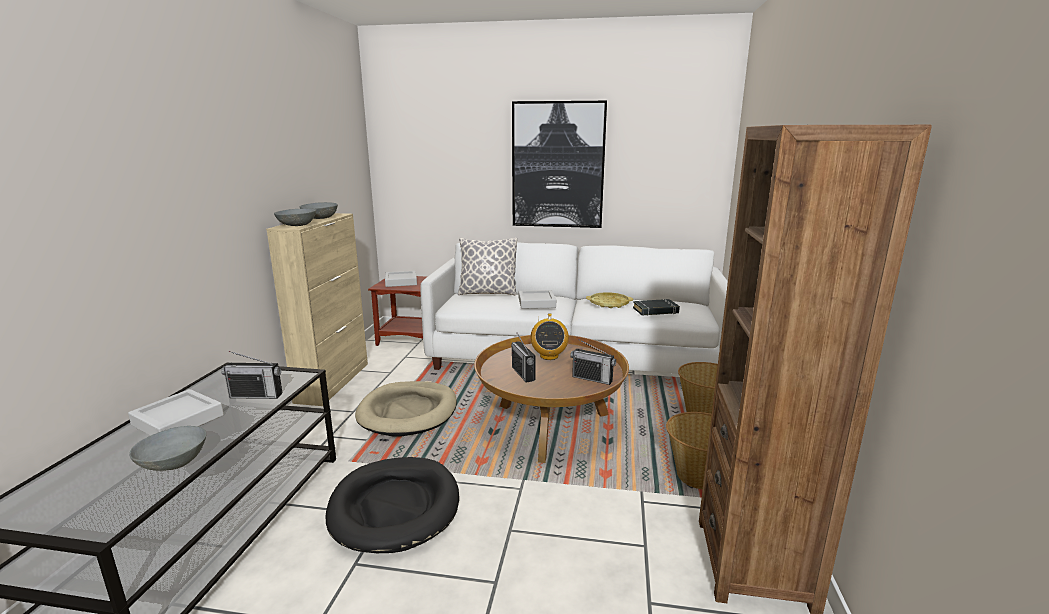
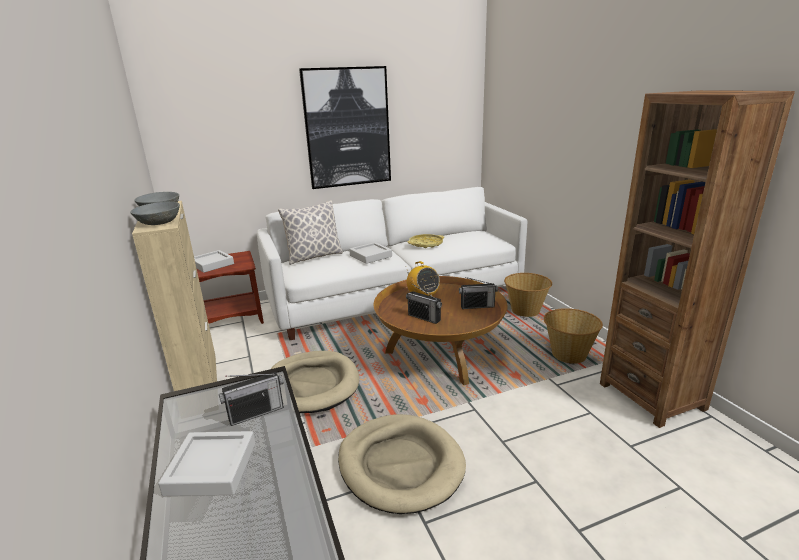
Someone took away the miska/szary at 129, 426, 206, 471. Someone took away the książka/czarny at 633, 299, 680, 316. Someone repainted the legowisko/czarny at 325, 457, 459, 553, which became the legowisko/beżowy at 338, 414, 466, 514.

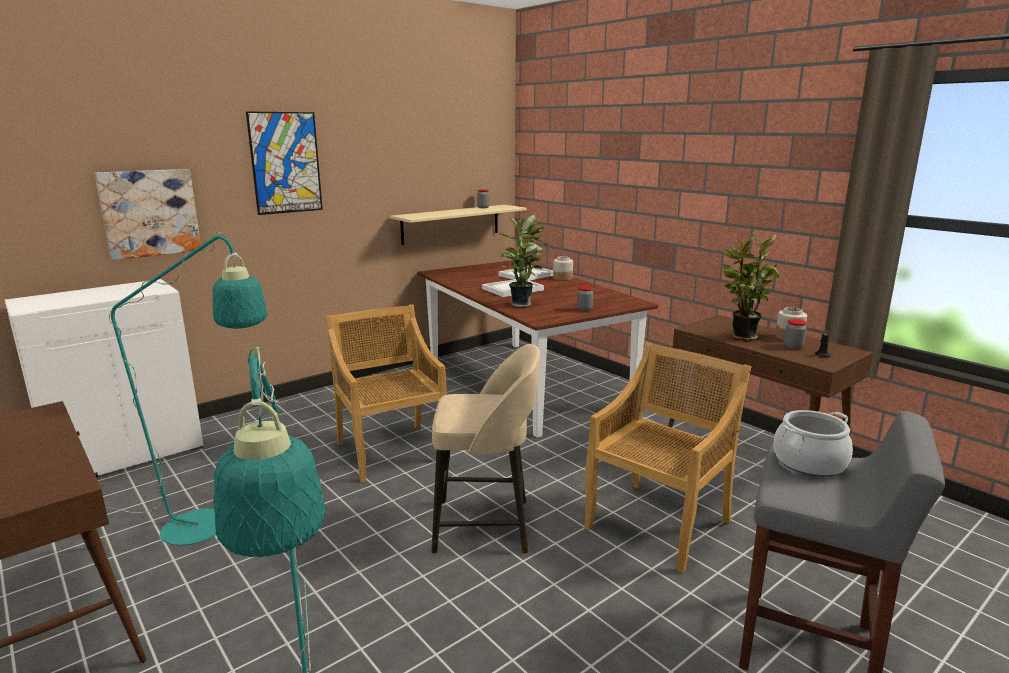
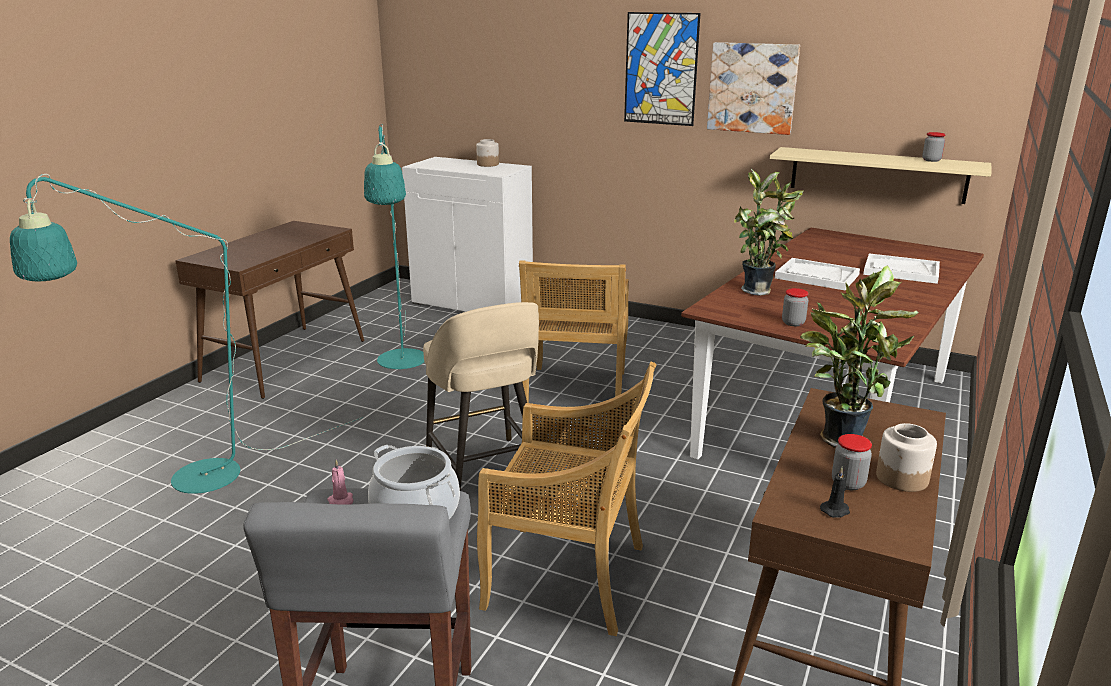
Someone put down the świeca/różowy at 327, 460, 353, 505. Someone carried the obraz from 95, 169, 201, 260 to 707, 42, 800, 135. Someone carried the słoik from 553, 256, 573, 281 to 476, 139, 499, 167. Someone rotated the krzesło/beżowy at 325, 304, 447, 483 by 150 degrees clockwise.

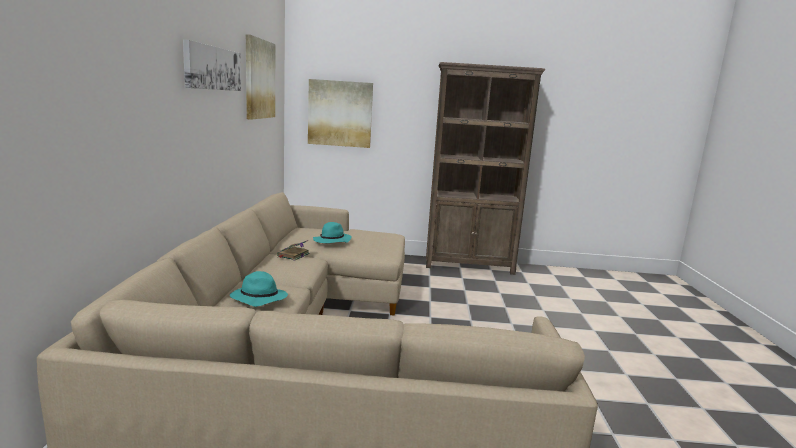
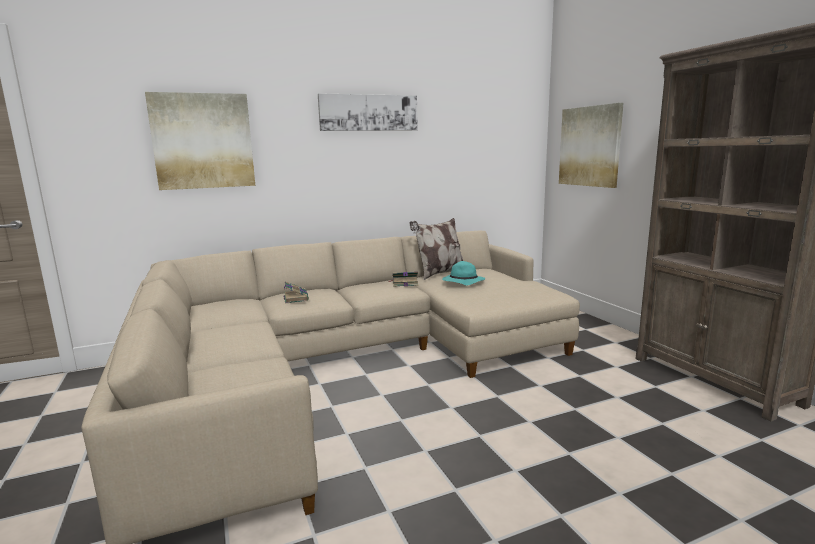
Someone put down the poduszka at 409, 218, 463, 280. Someone carried the obraz from 246, 34, 275, 120 to 145, 92, 255, 190. Someone swapped the kapelusz/turkusowy at 230, 271, 288, 307 for the książka at 283, 282, 309, 304.

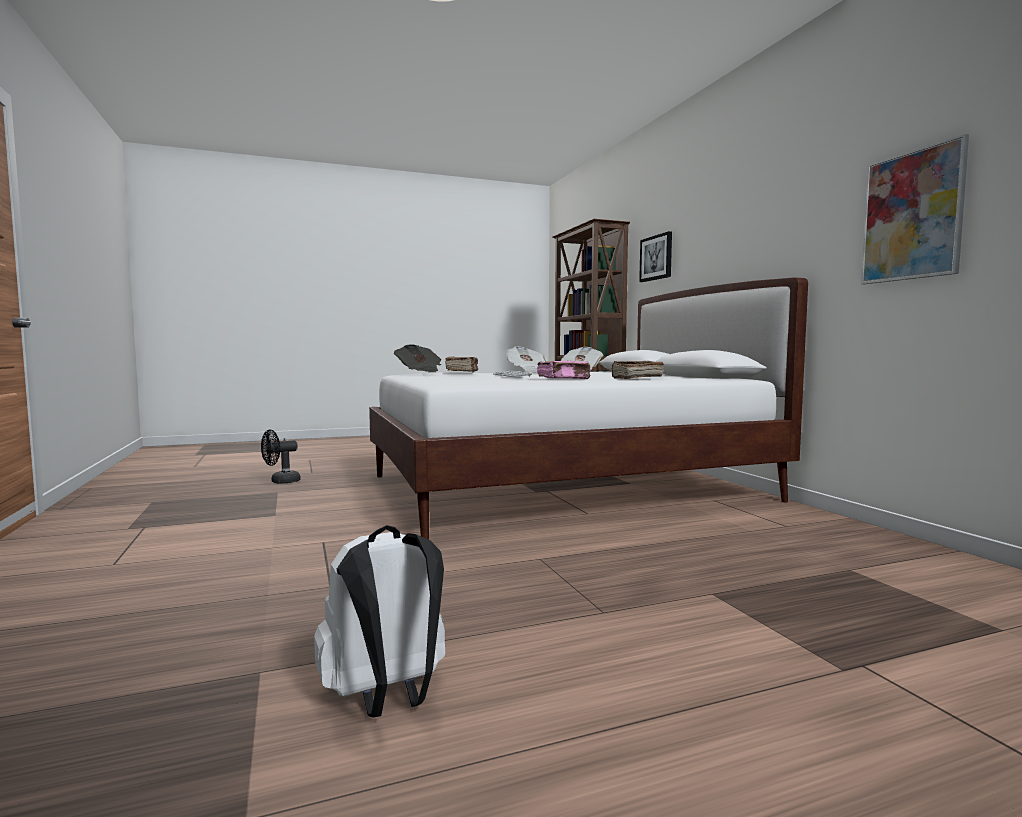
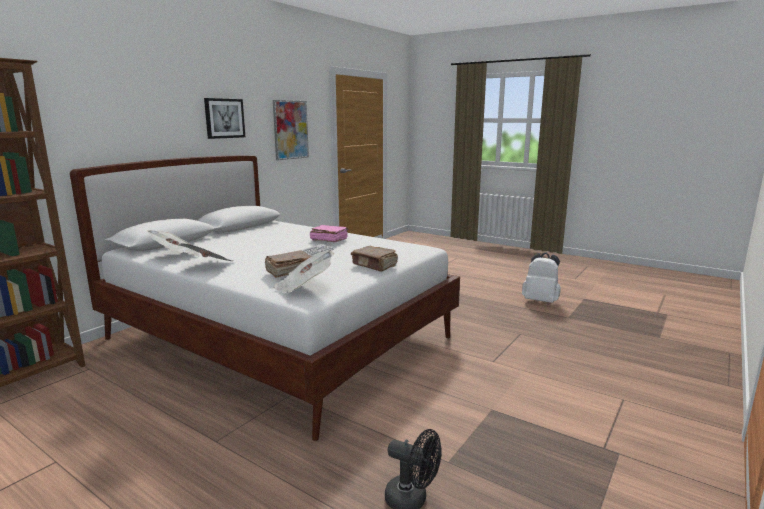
Someone carried the książka/brązowy from 611, 361, 664, 379 to 351, 246, 398, 271. Someone carried the obraz from 639, 231, 672, 282 to 204, 98, 245, 139.

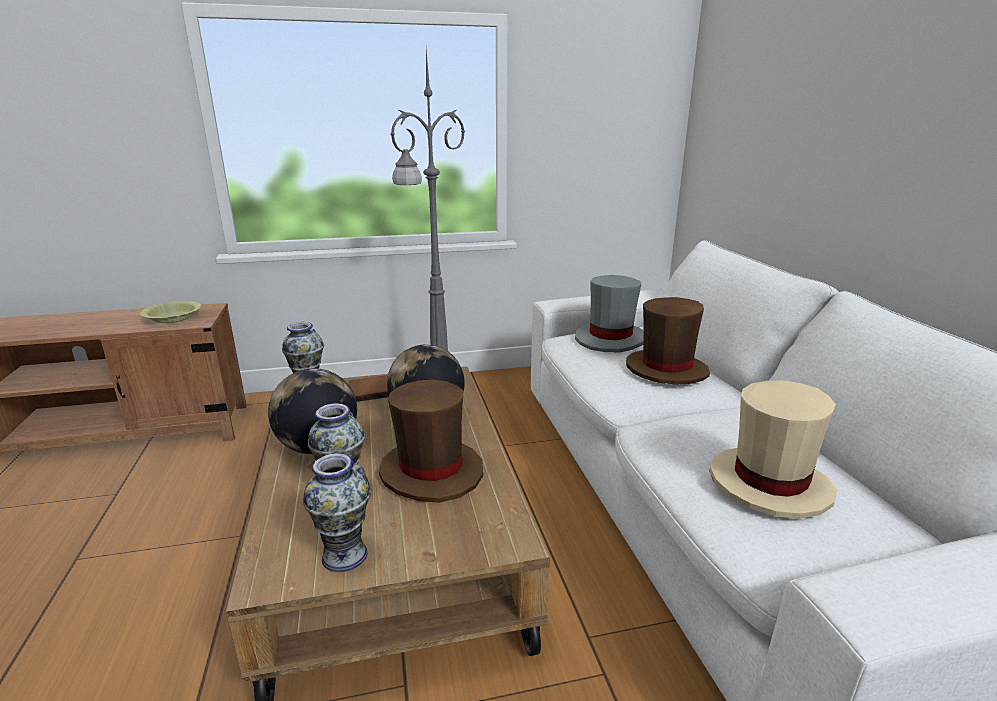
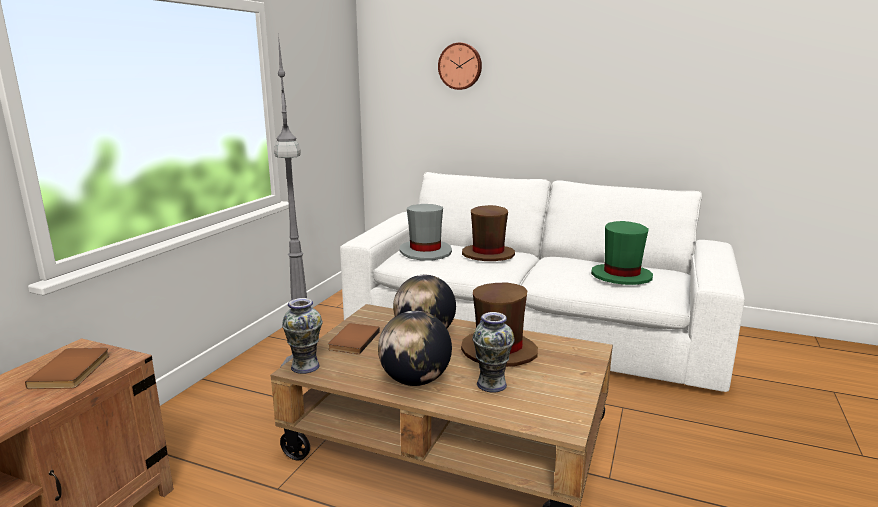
Someone took away the wazon at 303, 453, 371, 572. Someone put up the zegar ścienny at 438, 42, 482, 90. Someone swapped the miska/żółty at 140, 301, 201, 323 for the książka/brązowy at 25, 348, 110, 389. Someone repainted the kapelusz/beżowy at 709, 380, 837, 519, which became the kapelusz/zielony at 591, 221, 653, 285.

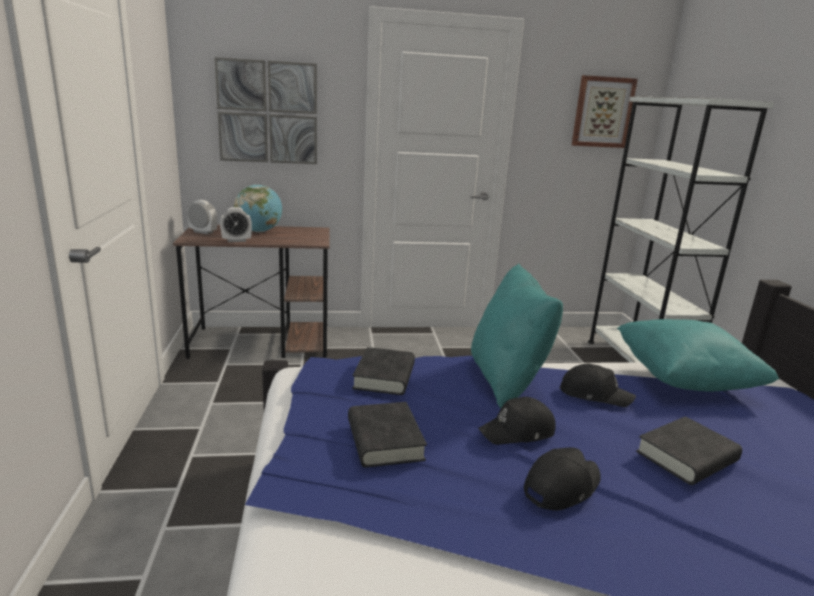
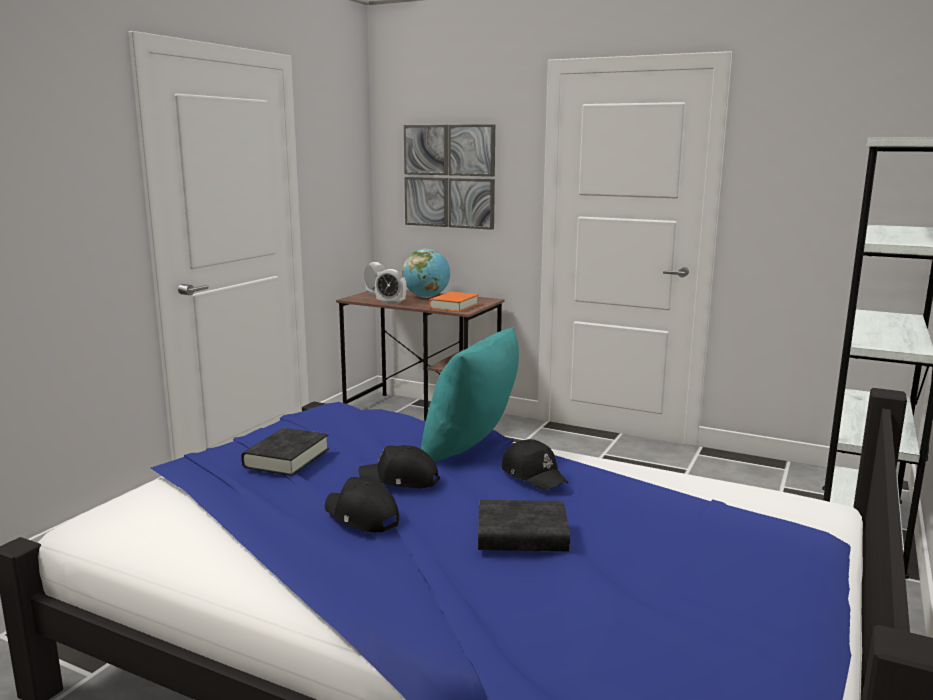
Someone took away the książka/czarny at 352, 347, 415, 395. Someone took away the obraz at 572, 75, 638, 148. Someone took away the poduszka/turkusowy at 617, 319, 779, 392. Someone put down the książka/pomarańczowy at 429, 292, 479, 312. Someone rotated the czapka z daszkiem/czarny at 524, 447, 601, 510 by 135 degrees counterclockwise.

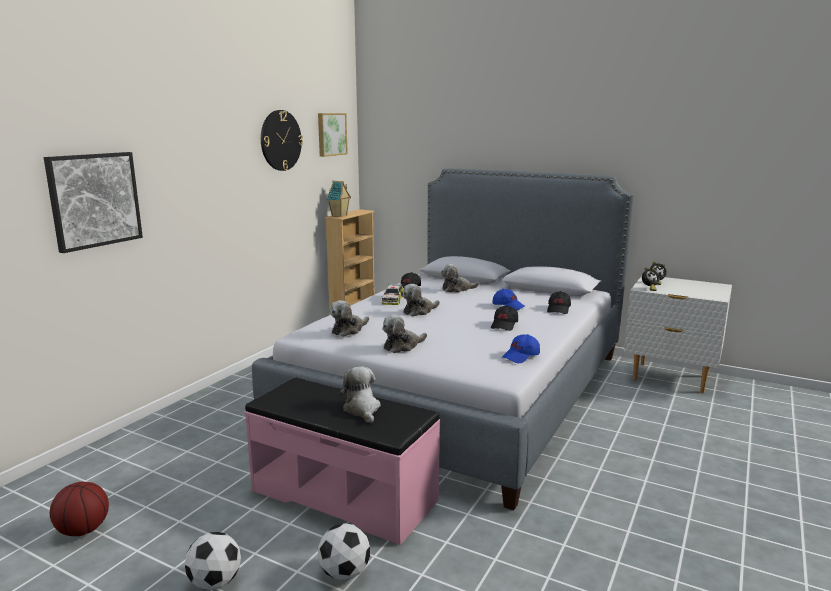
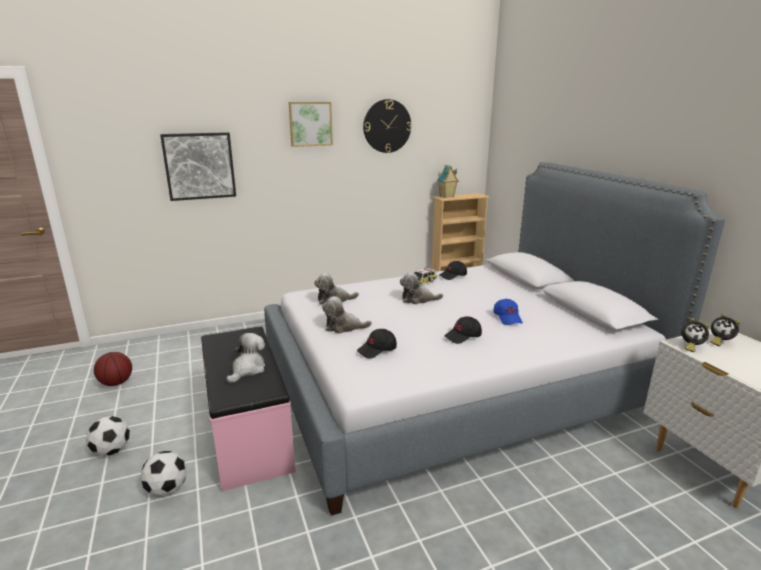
Someone took away the pluszak at 441, 264, 479, 292. Someone took away the czapka z daszkiem/niebieski at 502, 334, 540, 363. Someone carried the obraz from 318, 113, 348, 157 to 289, 102, 333, 147. Someone carried the czapka z daszkiem/czarny from 547, 291, 571, 314 to 357, 329, 397, 358.

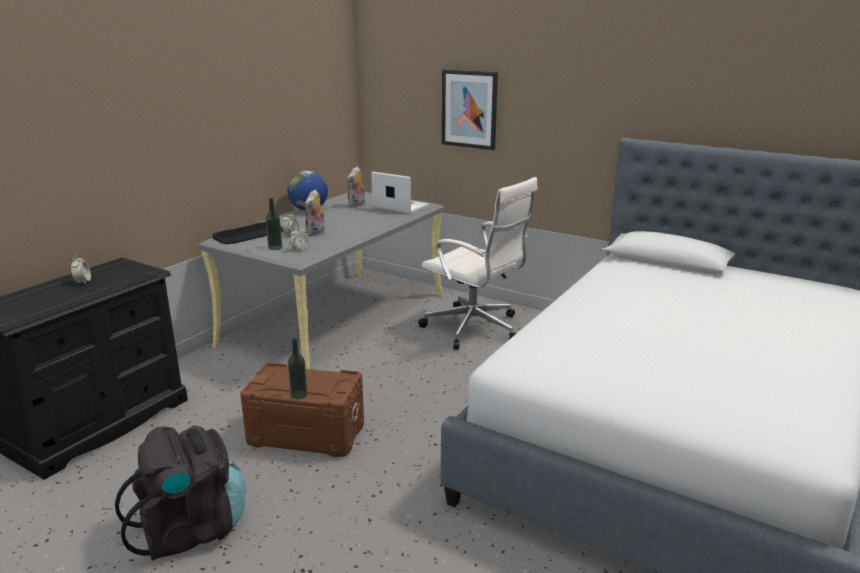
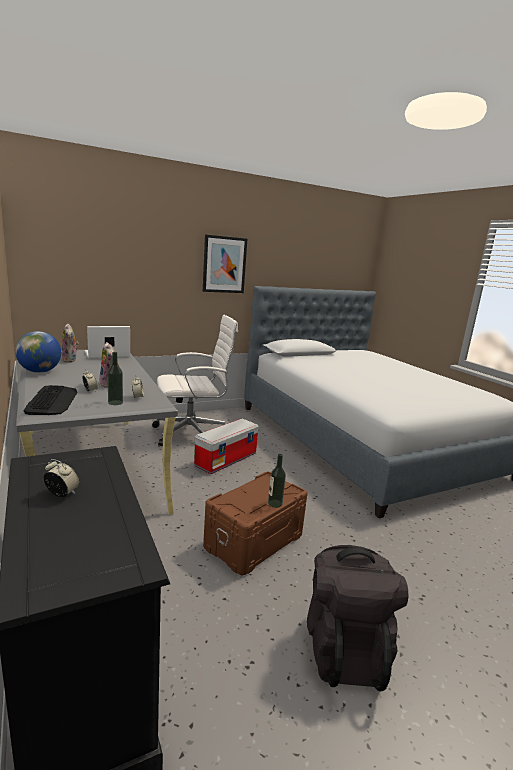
Someone put down the pojemnik do przechowywania at 194, 419, 259, 474. Someone carried the obraz from 442, 70, 498, 150 to 203, 234, 247, 293.

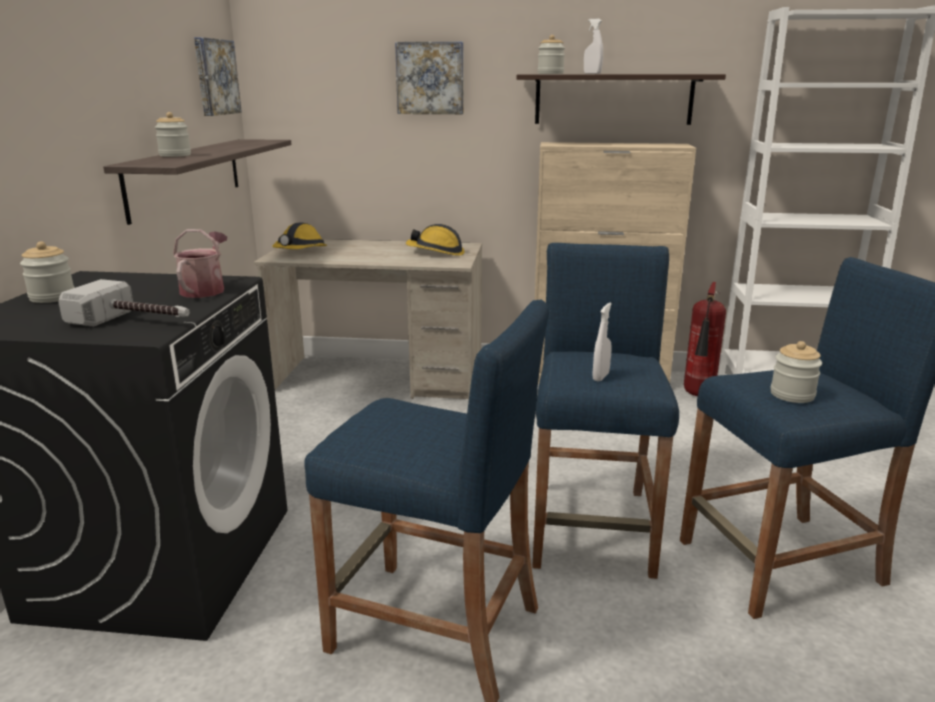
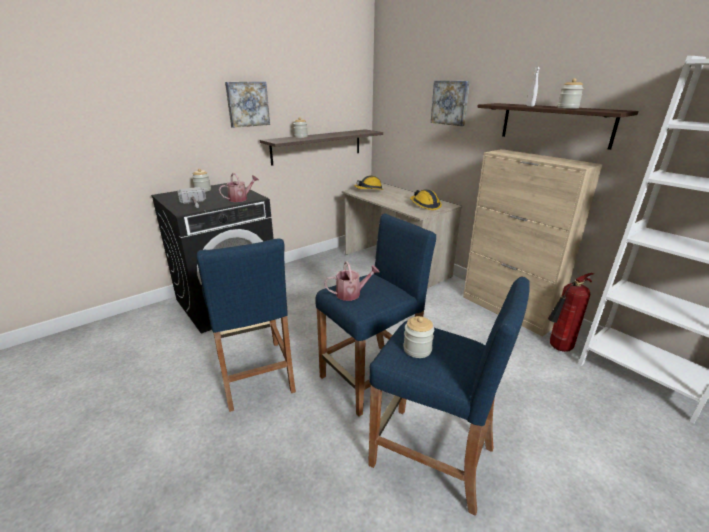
Someone carried the obraz from 194, 37, 242, 116 to 225, 82, 270, 128. Someone carried the słoik from 538, 35, 565, 74 to 558, 78, 584, 109. Someone swapped the spryskiwacz/biały at 593, 303, 612, 381 for the konewka at 324, 261, 380, 301.

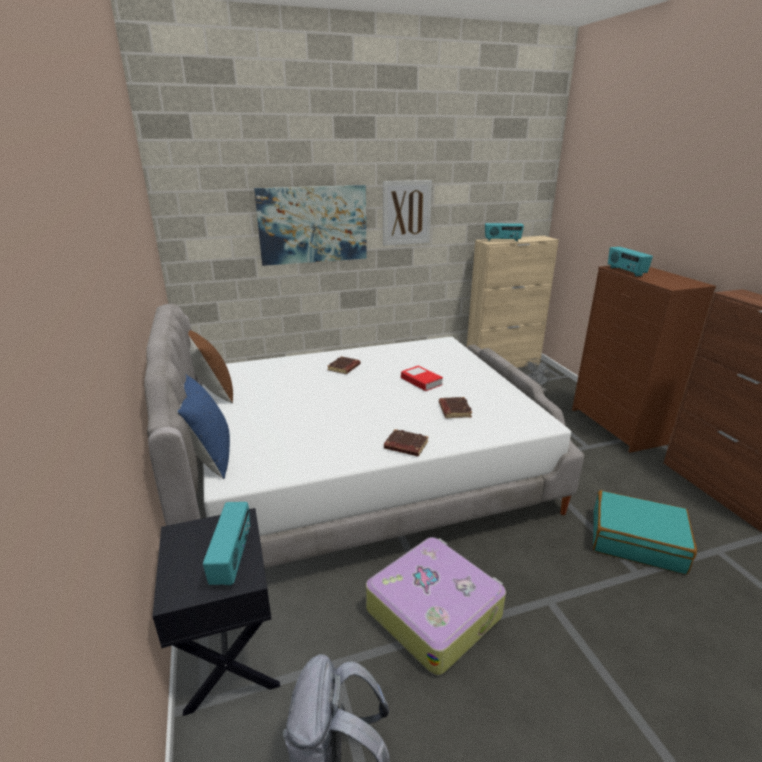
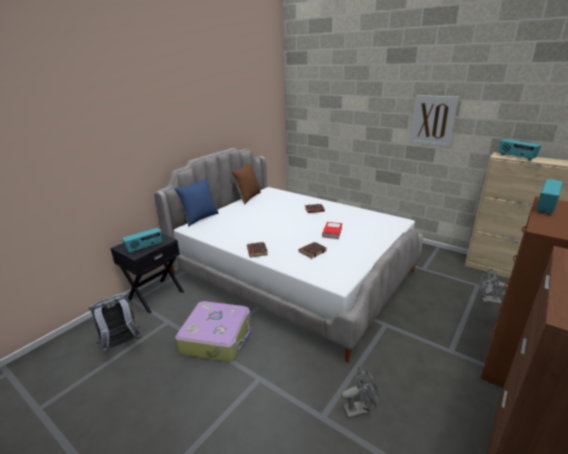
Someone took away the obraz at 254, 185, 367, 266. Someone swapped the walizka/turkusowy at 593, 490, 697, 574 for the wentylator/szary at 341, 367, 379, 419.

